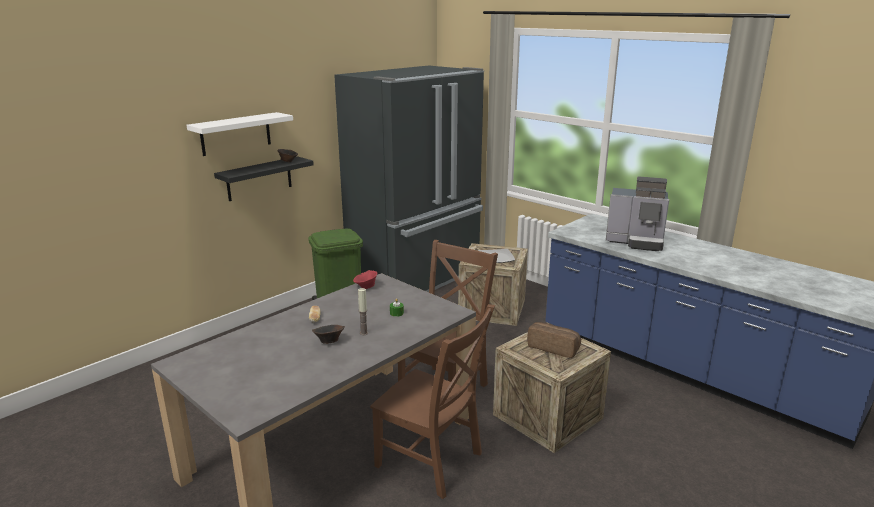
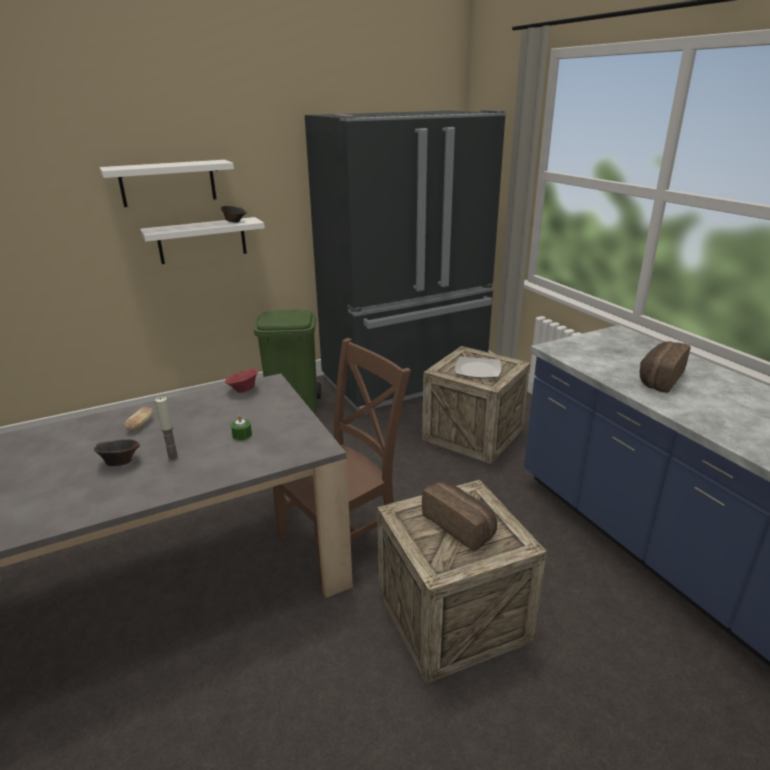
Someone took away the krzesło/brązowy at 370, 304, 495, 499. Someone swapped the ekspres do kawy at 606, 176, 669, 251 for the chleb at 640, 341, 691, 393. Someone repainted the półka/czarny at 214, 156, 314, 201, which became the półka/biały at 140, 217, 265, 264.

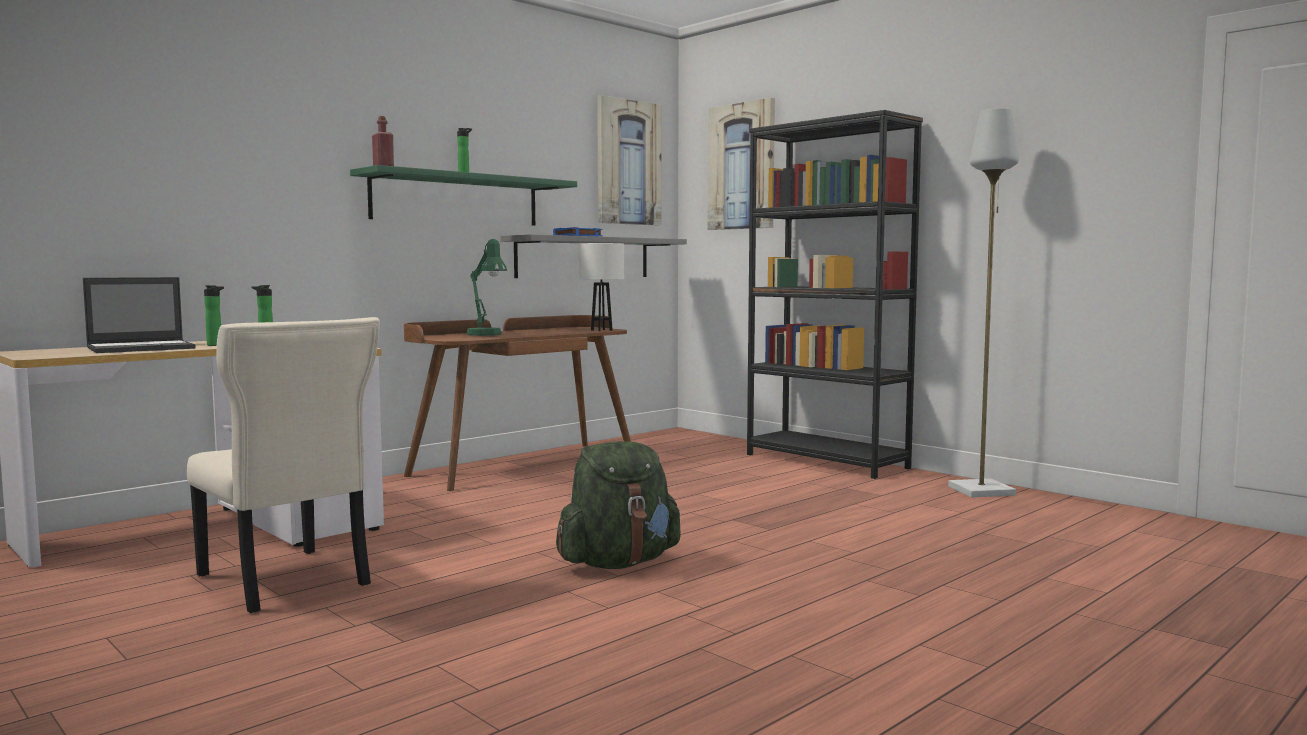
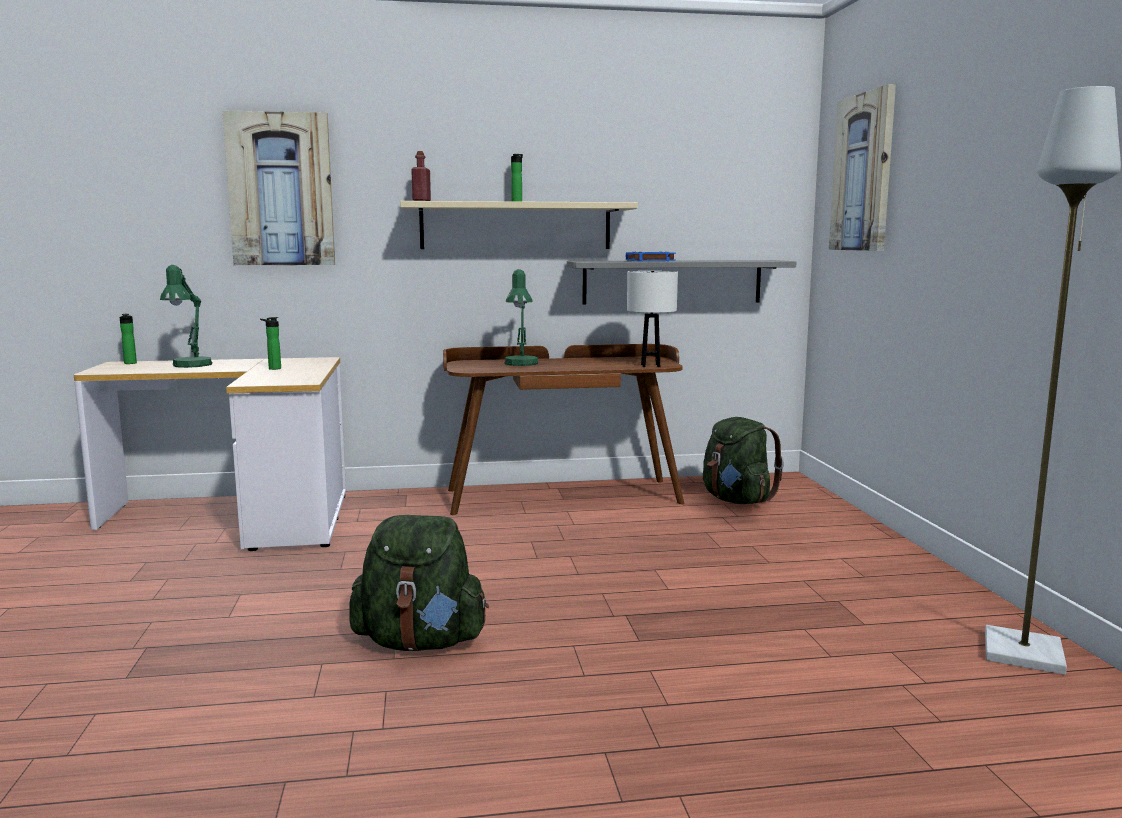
Someone took away the krzesło/beżowy at 187, 317, 380, 613. Someone took away the regał/czarny at 747, 110, 923, 479. Someone put down the plecak/zielony at 703, 417, 784, 504. Someone carried the butelka from 204, 285, 224, 346 to 119, 314, 137, 364. Someone carried the obraz from 597, 95, 662, 226 to 222, 110, 335, 265. Someone swapped the laptop at 83, 277, 196, 353 for the lampa stołowa/zielony at 160, 265, 213, 368. Someone repainted the półka/zielony at 350, 165, 577, 225, which became the półka/beżowy at 400, 201, 638, 249.

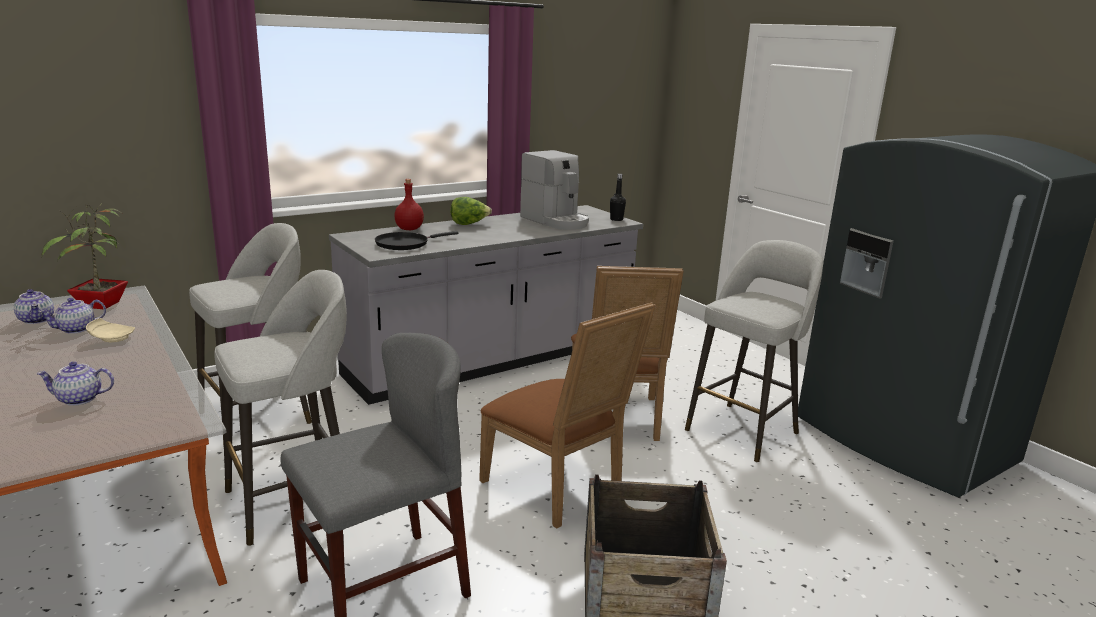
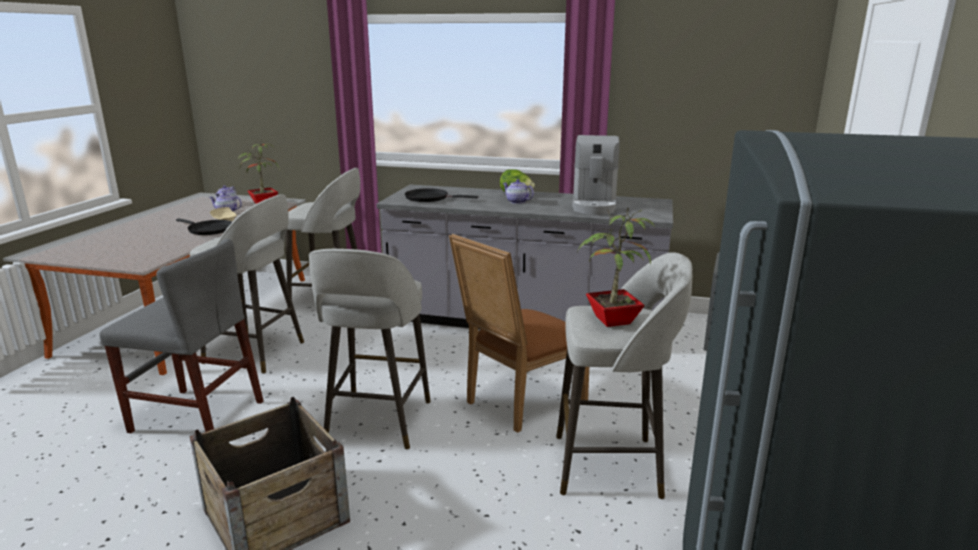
Someone took away the butelka/czerwony at 394, 179, 424, 230. Someone took away the butelka/czarny at 610, 174, 626, 221. Someone put down the patelnia/czarny at 176, 218, 232, 235. Someone put down the roślina doniczkowa at 577, 208, 655, 327. Someone carried the imbryk from 36, 361, 114, 406 to 503, 179, 534, 204. Someone swapped the krzesło/brązowy at 479, 302, 656, 529 for the stołek/szary at 309, 249, 431, 450.

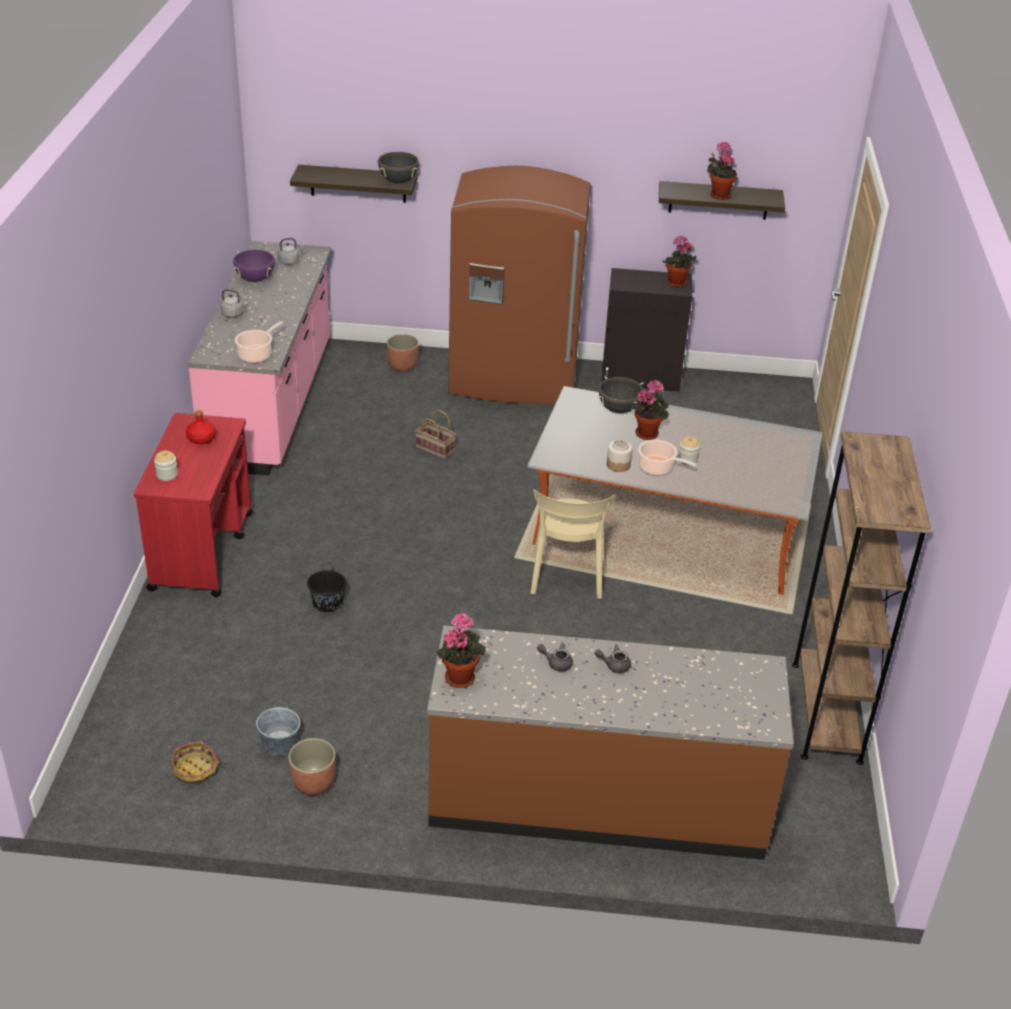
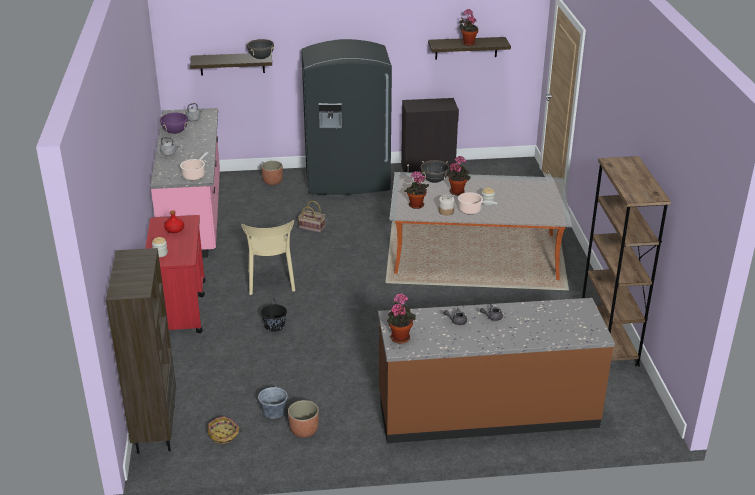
Someone put down the regał/brązowy at 106, 248, 176, 454. Someone carried the krzesło/beżowy from 530, 489, 616, 599 to 241, 220, 296, 295. Someone carried the roślina doniczkowa from 662, 236, 697, 287 to 404, 171, 429, 209. Someone repainted the lodówka/brązowy at 448, 166, 591, 404, which became the lodówka/szary at 301, 39, 392, 195.

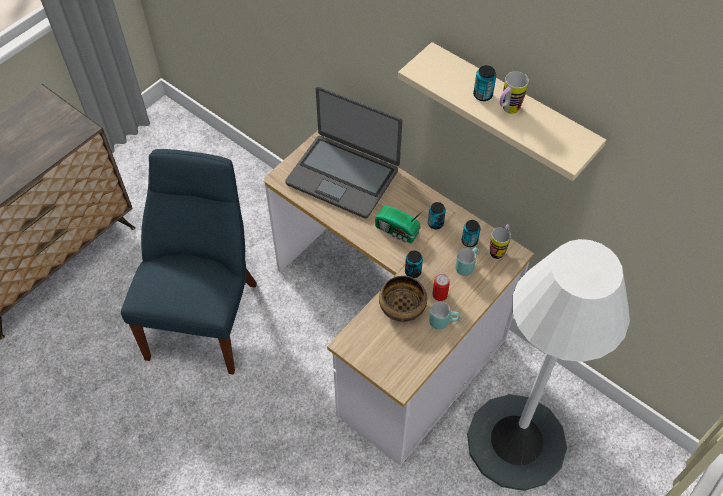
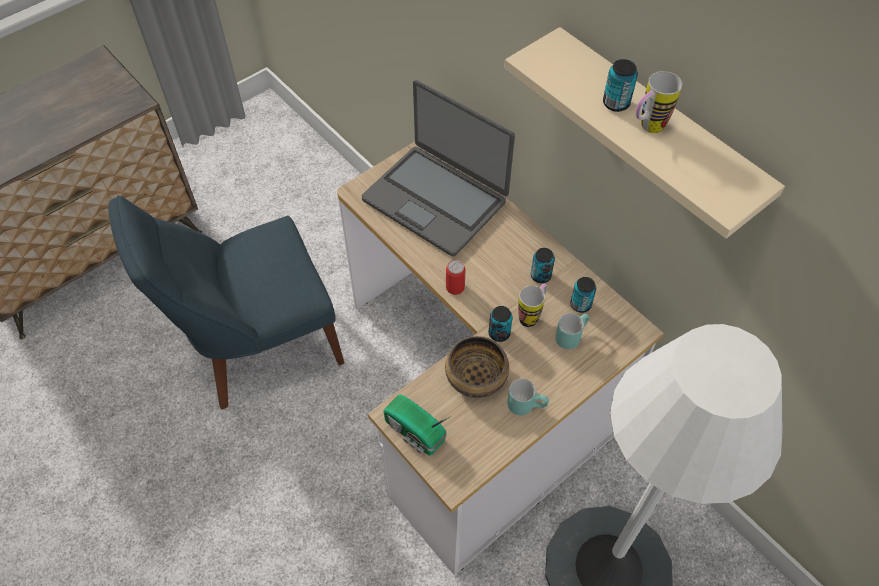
Someone carried the radio from 375, 206, 425, 243 to 383, 394, 451, 456. Someone carried the puszka from 433, 274, 450, 301 to 446, 260, 466, 295. Someone carried the kubek from 490, 224, 511, 259 to 518, 283, 548, 327. Someone rotated the krzesło/niebieski at 121, 149, 257, 374 by 135 degrees counterclockwise.

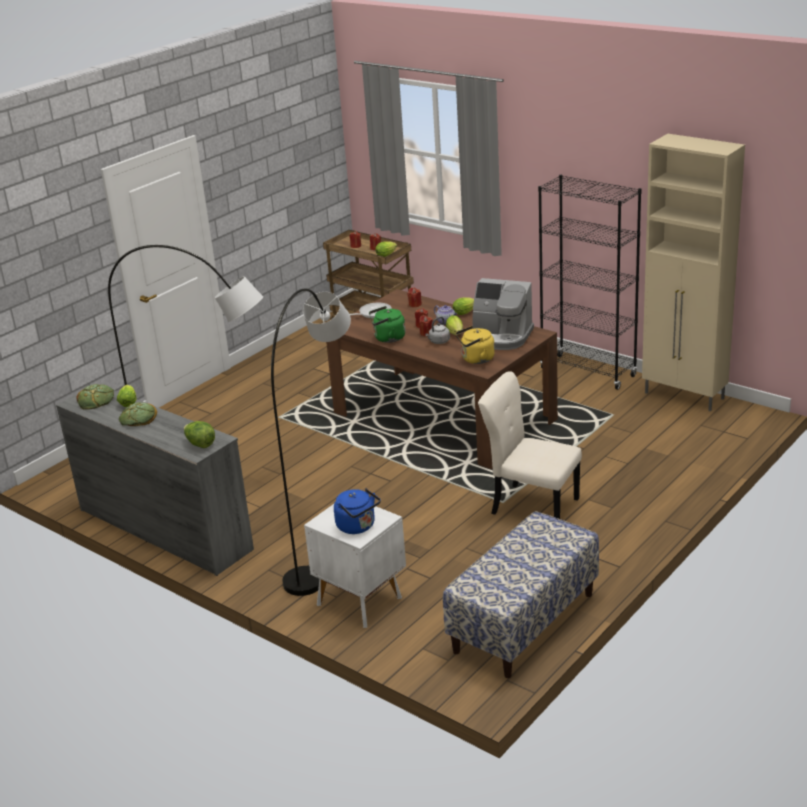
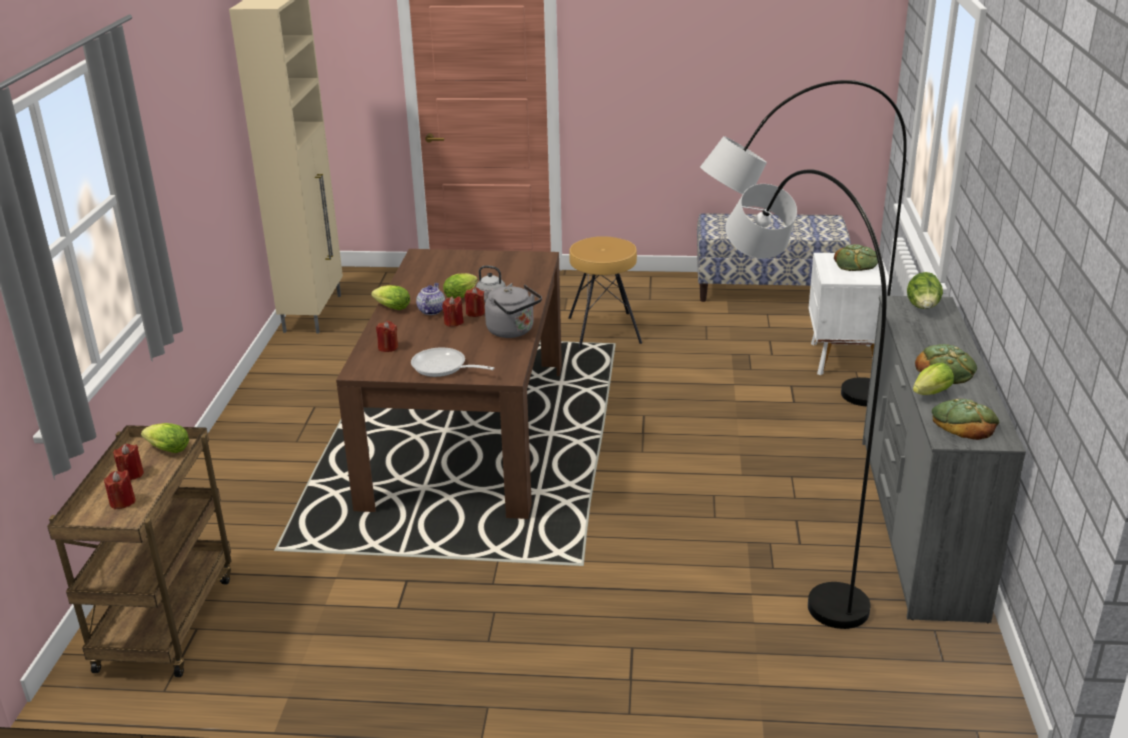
Someone took away the czajnik/żółty at 455, 326, 495, 364. Someone took away the ekspres do kawy at 472, 278, 534, 350. Someone took away the regał/czarny at 538, 175, 642, 390. Someone swapped the czajnik/niebieski at 334, 488, 381, 534 for the chleb at 834, 244, 878, 271. Someone swapped the krzesło/beżowy at 478, 371, 582, 519 for the stołek/brązowy at 568, 236, 642, 348. Someone repainted the czajnik/zielony at 369, 306, 405, 343, which became the czajnik/szary at 485, 285, 542, 338.

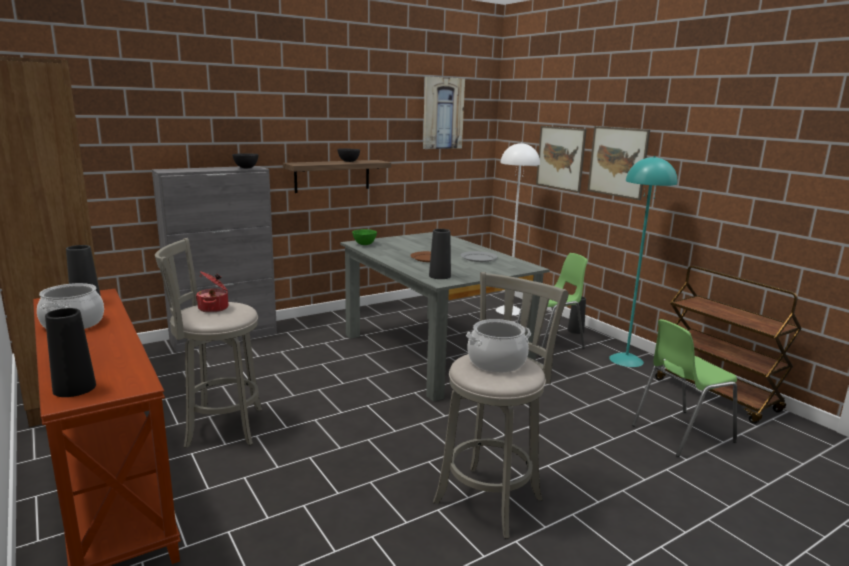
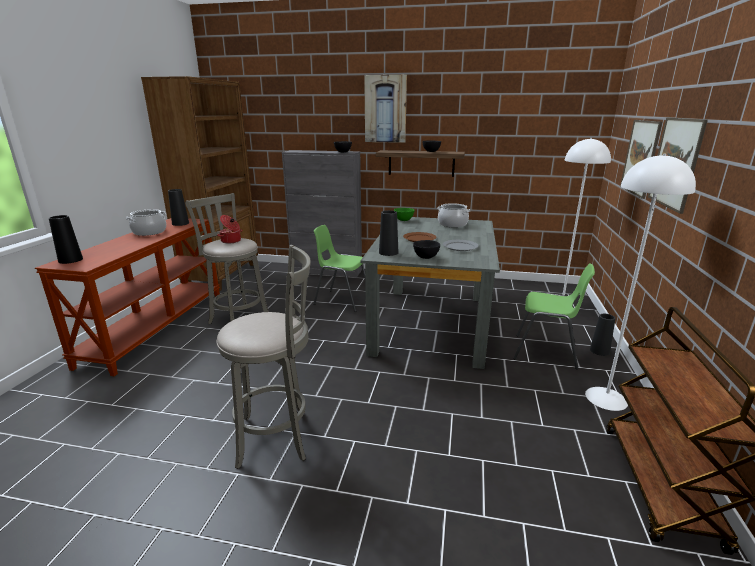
Someone put down the miska/czarny at 413, 240, 440, 259. Someone carried the obraz from 423, 76, 465, 149 to 364, 75, 407, 143. Someone carried the garnek from 466, 319, 531, 373 to 437, 203, 470, 228. Someone carried the krzesło/zielony from 632, 319, 737, 457 to 313, 225, 365, 312. Someone repainted the lampa stojąca/turkusowy at 609, 156, 677, 367, which became the lampa stojąca/biały at 585, 154, 696, 411.

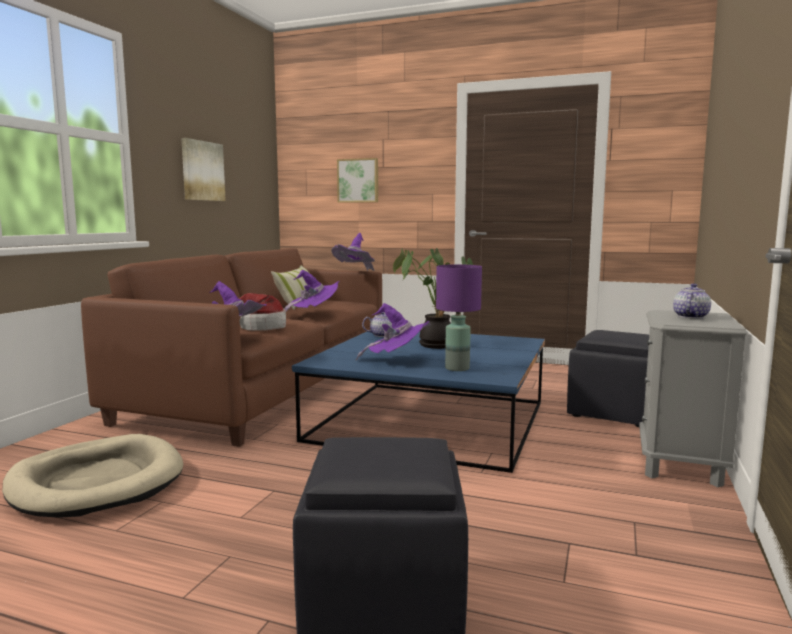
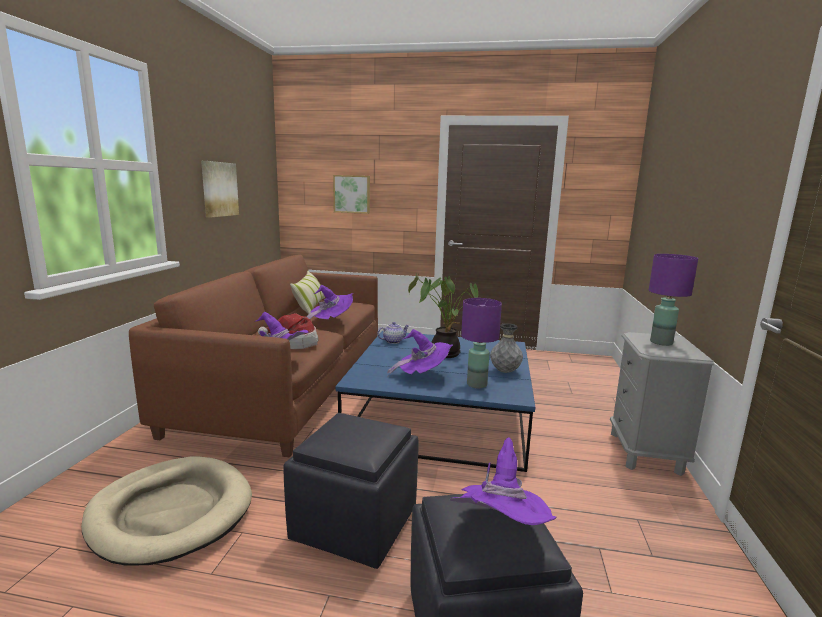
Someone put down the wazon/szary at 490, 323, 523, 373. Someone carried the kapelusz/fioletowy from 331, 233, 375, 271 to 450, 437, 556, 525. Someone carried the pufa/czarny from 567, 330, 649, 427 to 283, 413, 418, 569. Someone swapped the imbryk at 673, 283, 711, 319 for the lampa stołowa/fioletowy at 649, 254, 698, 346.

